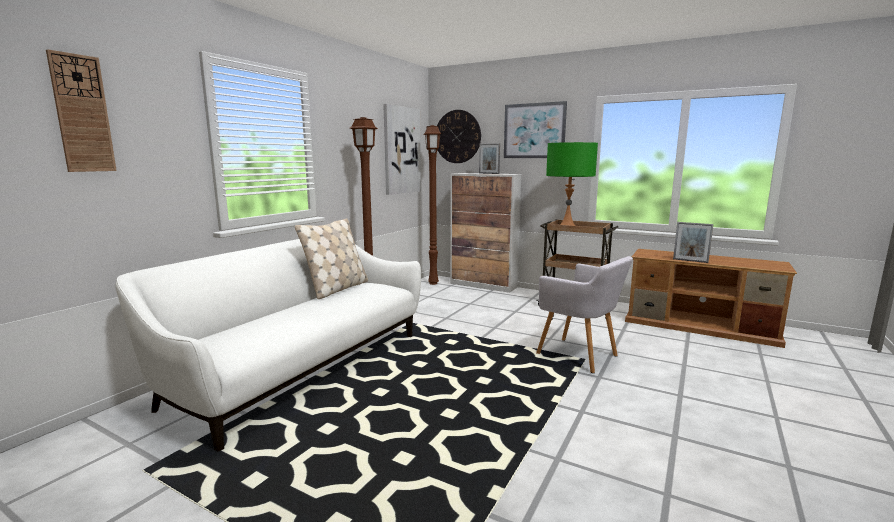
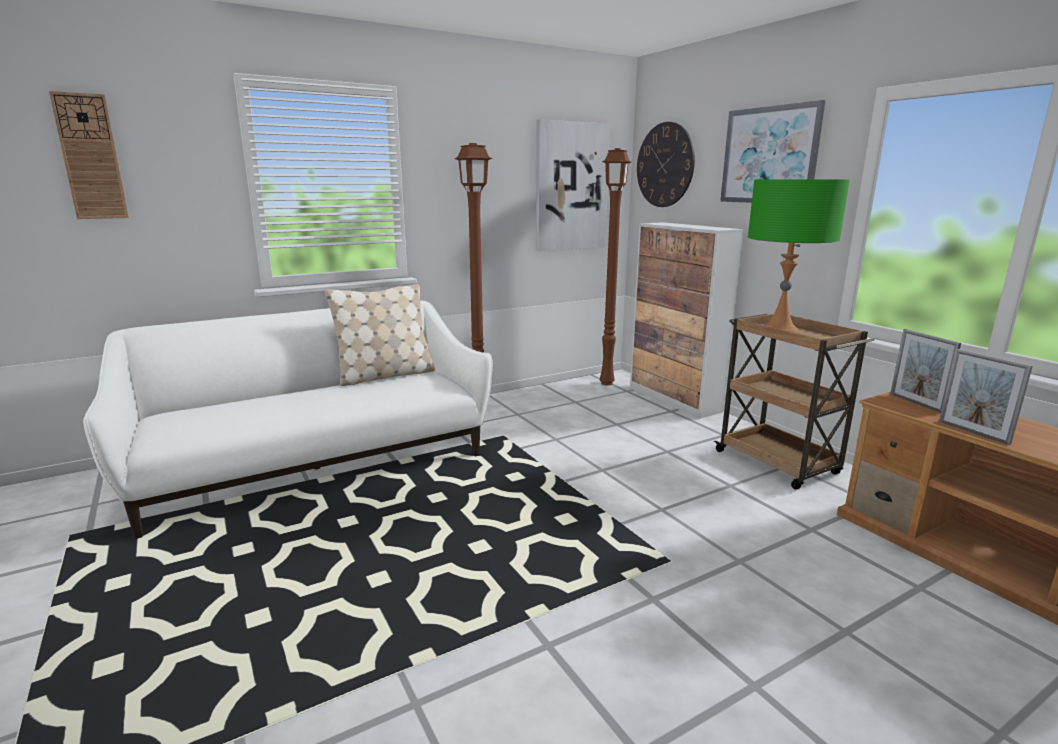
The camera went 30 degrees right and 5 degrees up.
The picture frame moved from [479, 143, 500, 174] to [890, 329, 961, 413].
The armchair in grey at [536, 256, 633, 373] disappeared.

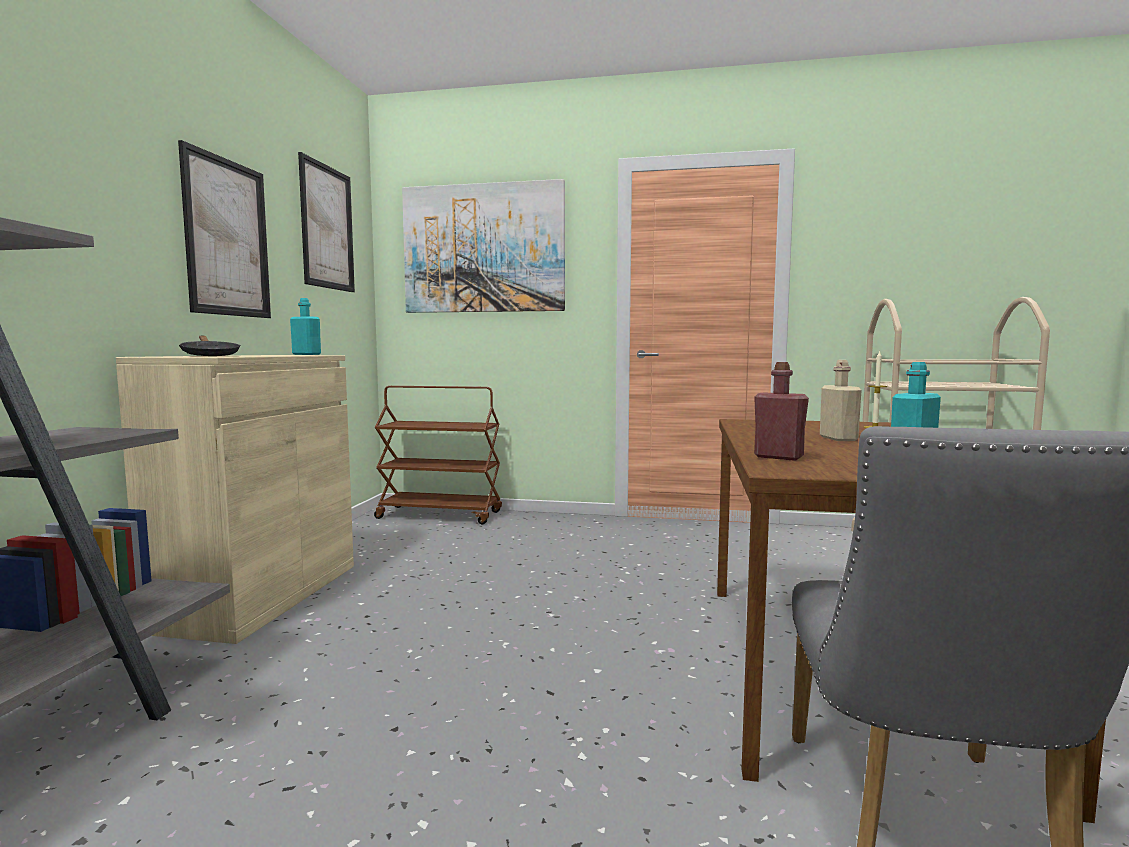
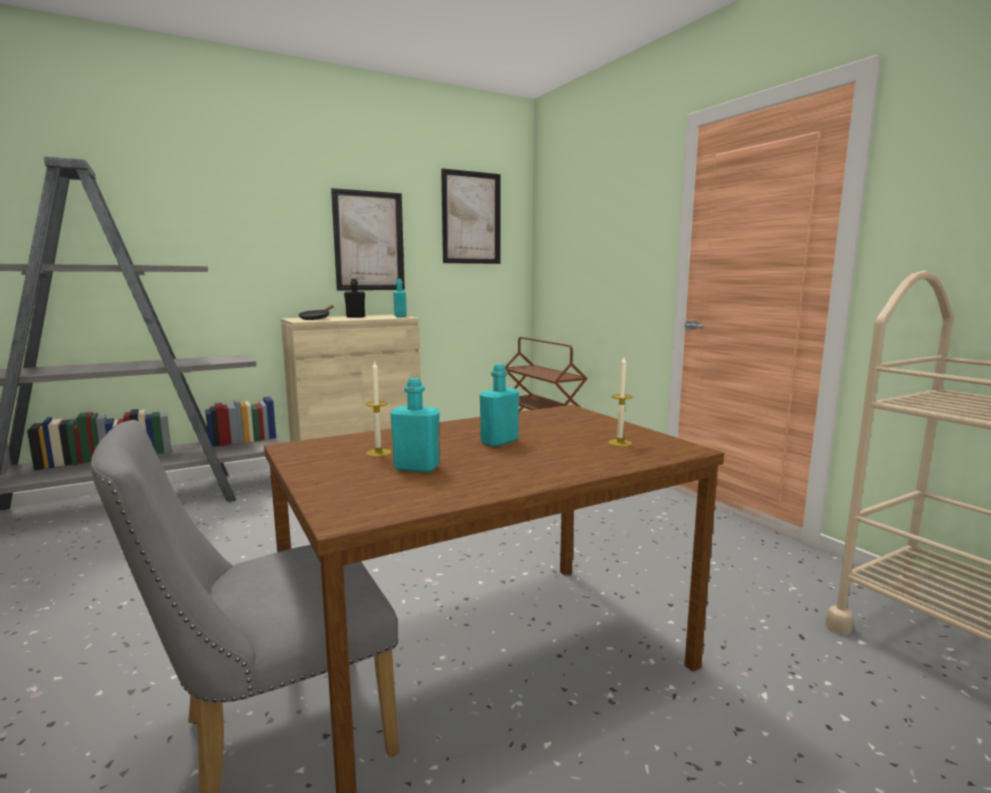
The camera went 50 degrees right and 5 degrees up.
The picture at [402, 179, 565, 313] disappeared.
The bottle in red at [754, 362, 809, 461] disappeared.
The bottle in beige at [820, 360, 862, 441] became the bottle in turquoise at [480, 364, 519, 447].
The bottle in black at [344, 279, 365, 318] appeared.
The candle at [365, 360, 391, 457] appeared.

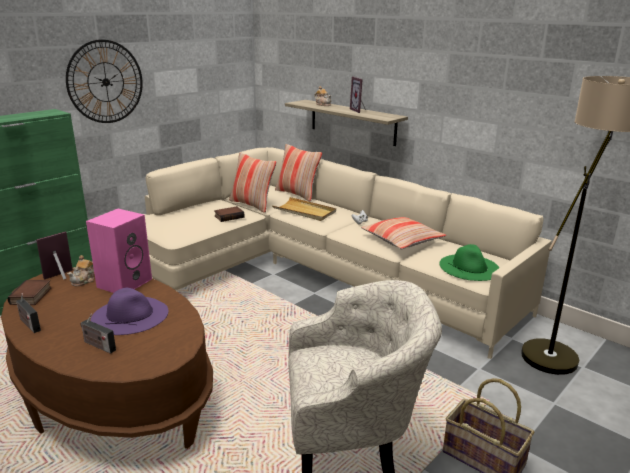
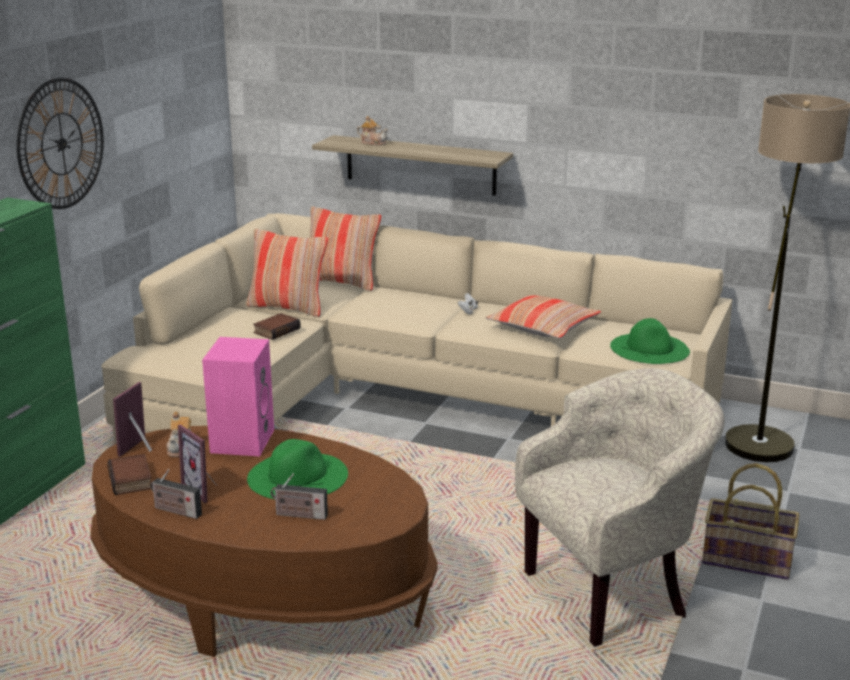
The camera went 20 degrees left and 0 degrees up.
The hat in purple at [90, 288, 168, 335] became the hat in green at [247, 439, 348, 500].
The tray in beige at [272, 197, 336, 221] disappeared.
The picture frame moved from [350, 77, 366, 113] to [178, 424, 216, 503].

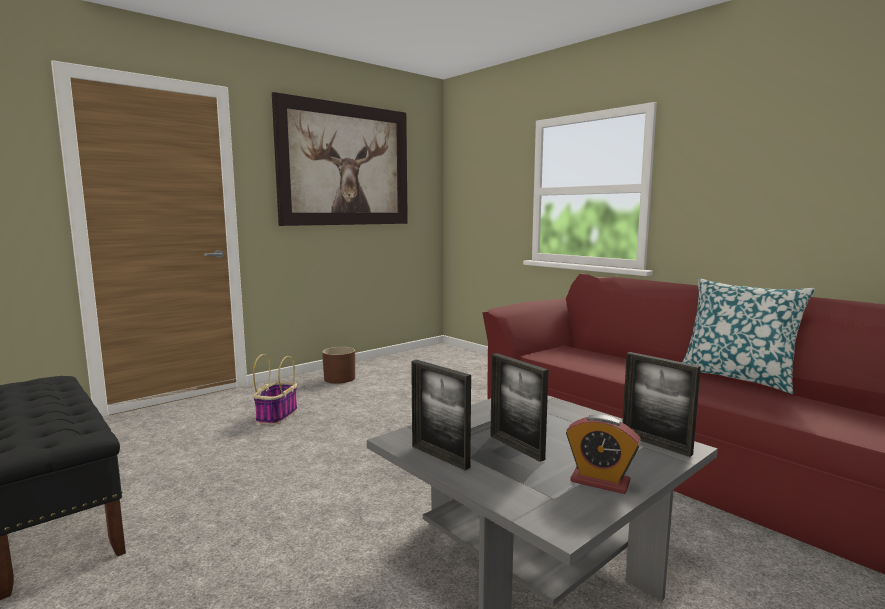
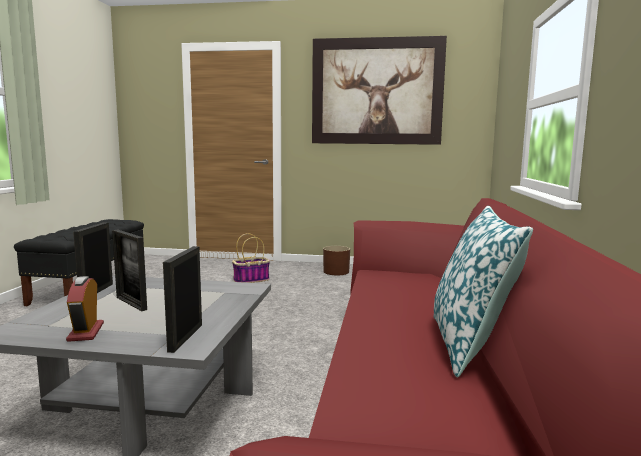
The camera went 50 degrees right and 0 degrees up.
The picture frame at [490, 353, 549, 462] turned 60 degrees counterclockwise.

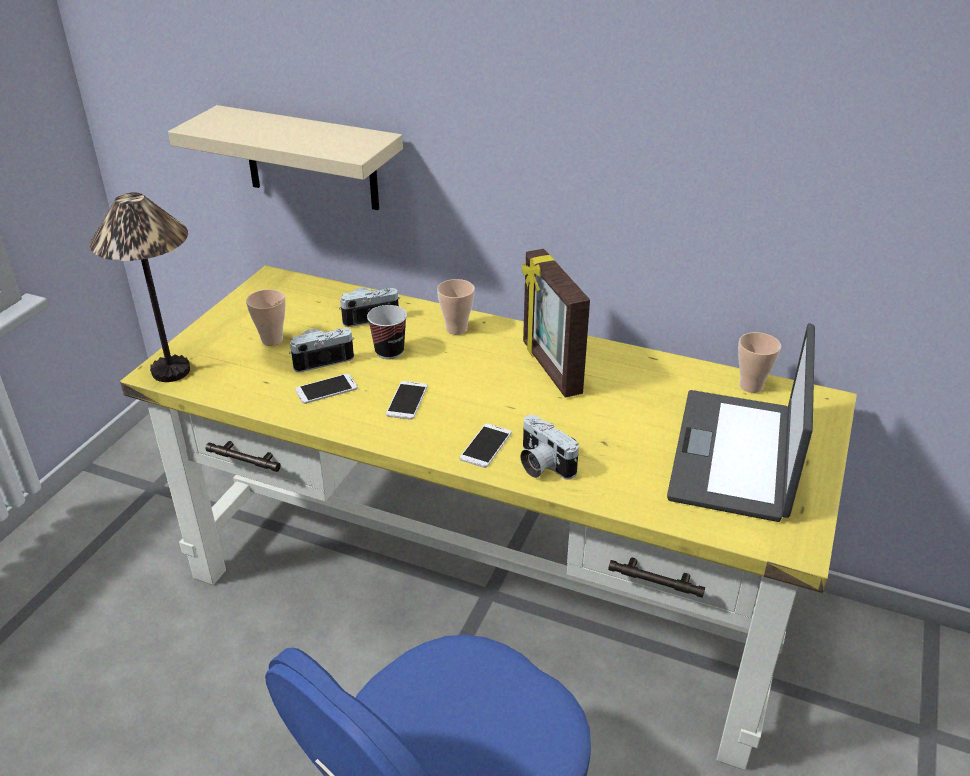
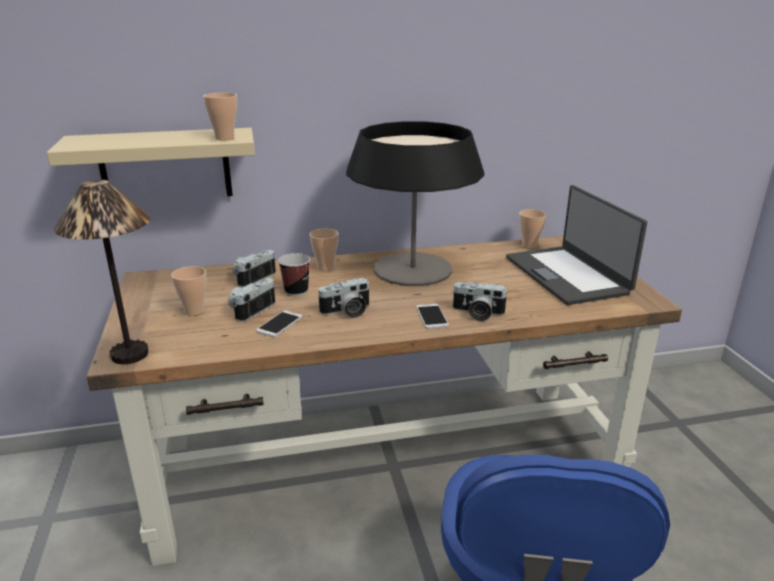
The camera went 35 degrees left and 10 degrees down.
The desk in yellow at [120, 265, 857, 771] became the desk in brown at [87, 236, 682, 567].
The phone at [386, 381, 428, 420] was replaced by the photo camera at [317, 278, 370, 318].
The picture frame at [522, 249, 590, 398] was replaced by the table lamp at [346, 121, 484, 286].
The cup at [203, 93, 237, 140] appeared.

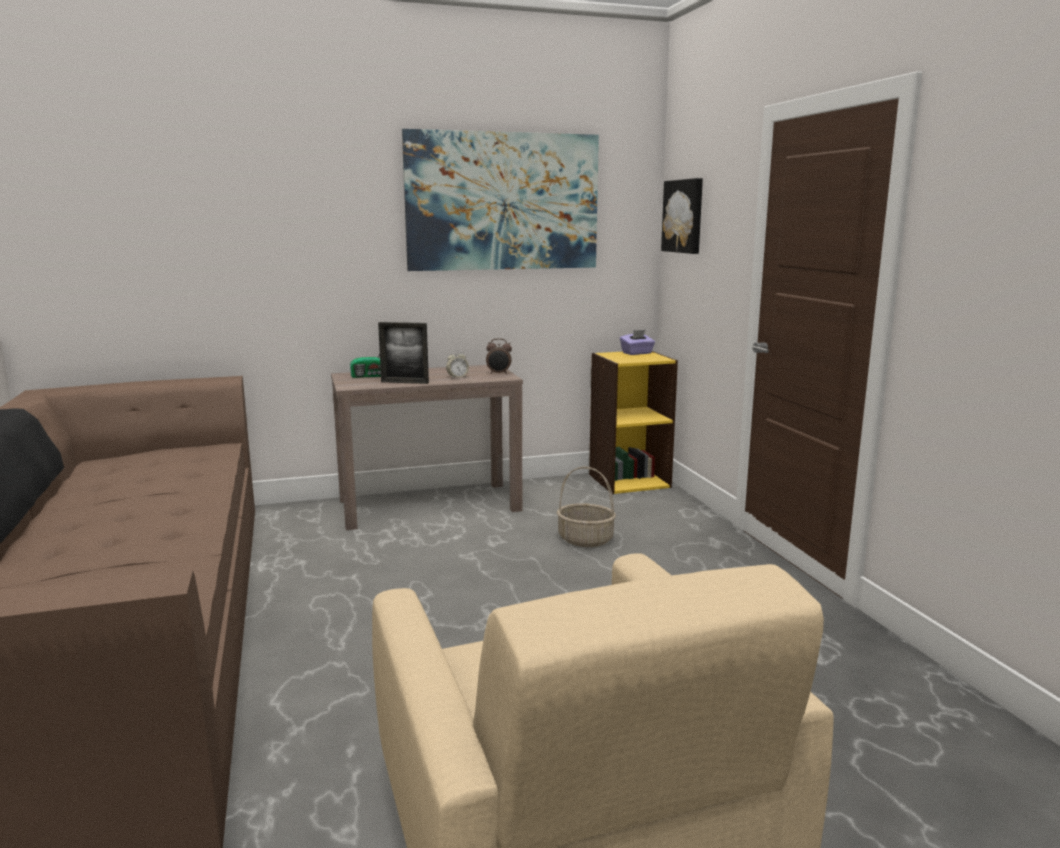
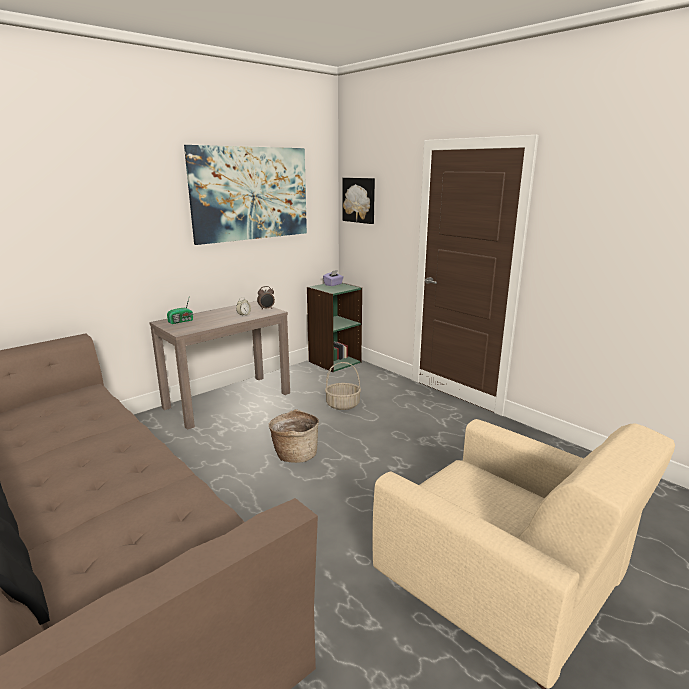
The camera went 25 degrees left and 5 degrees up.
The picture frame at [378, 322, 429, 384] disappeared.
The bookcase in yellow at [589, 351, 678, 494] became the bookcase in green at [307, 283, 362, 372].
The basket at [269, 409, 319, 463] appeared.

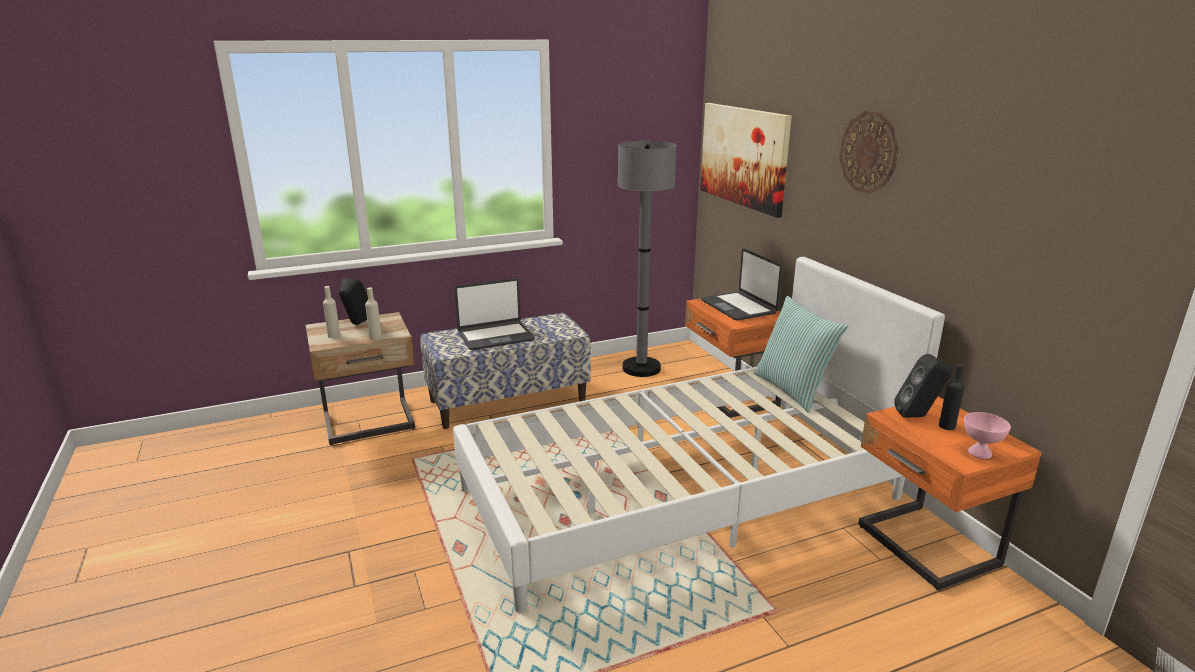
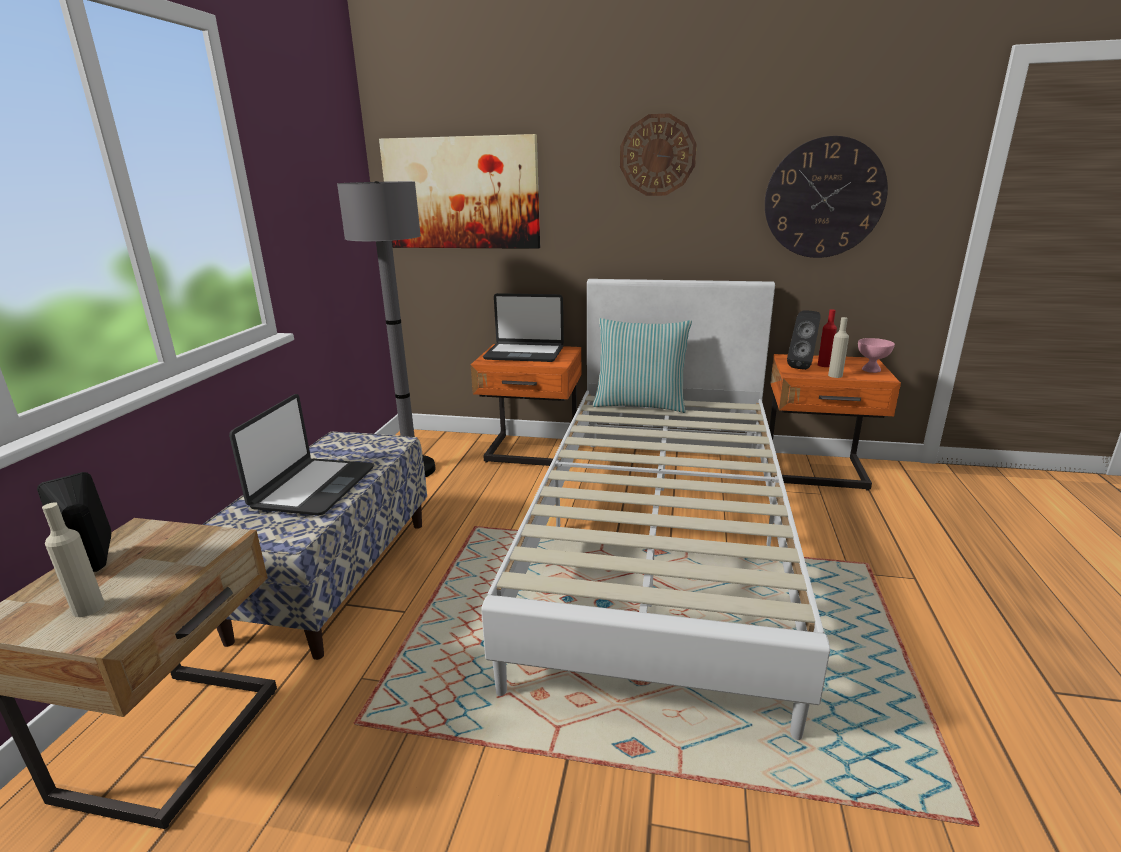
The camera went 55 degrees left and 0 degrees up.
The bottle in beige moved from [365, 288, 382, 340] to [828, 317, 849, 378].
The bottle in black at [939, 364, 964, 430] became the bottle in red at [818, 309, 837, 367].
The wall clock at [765, 136, 888, 258] appeared.

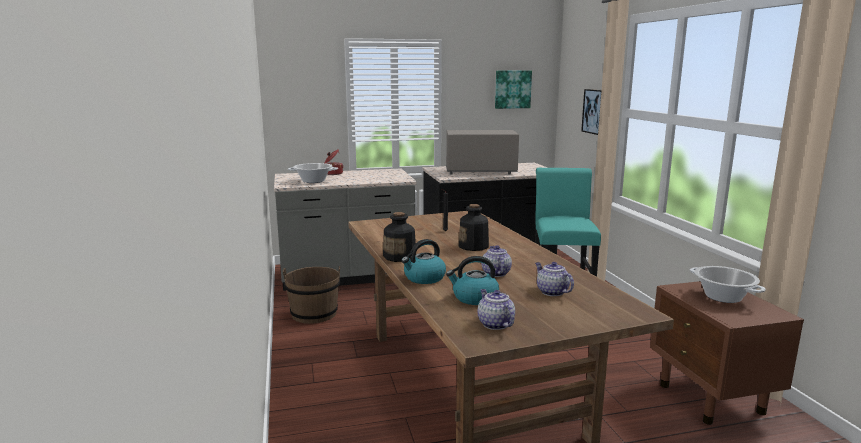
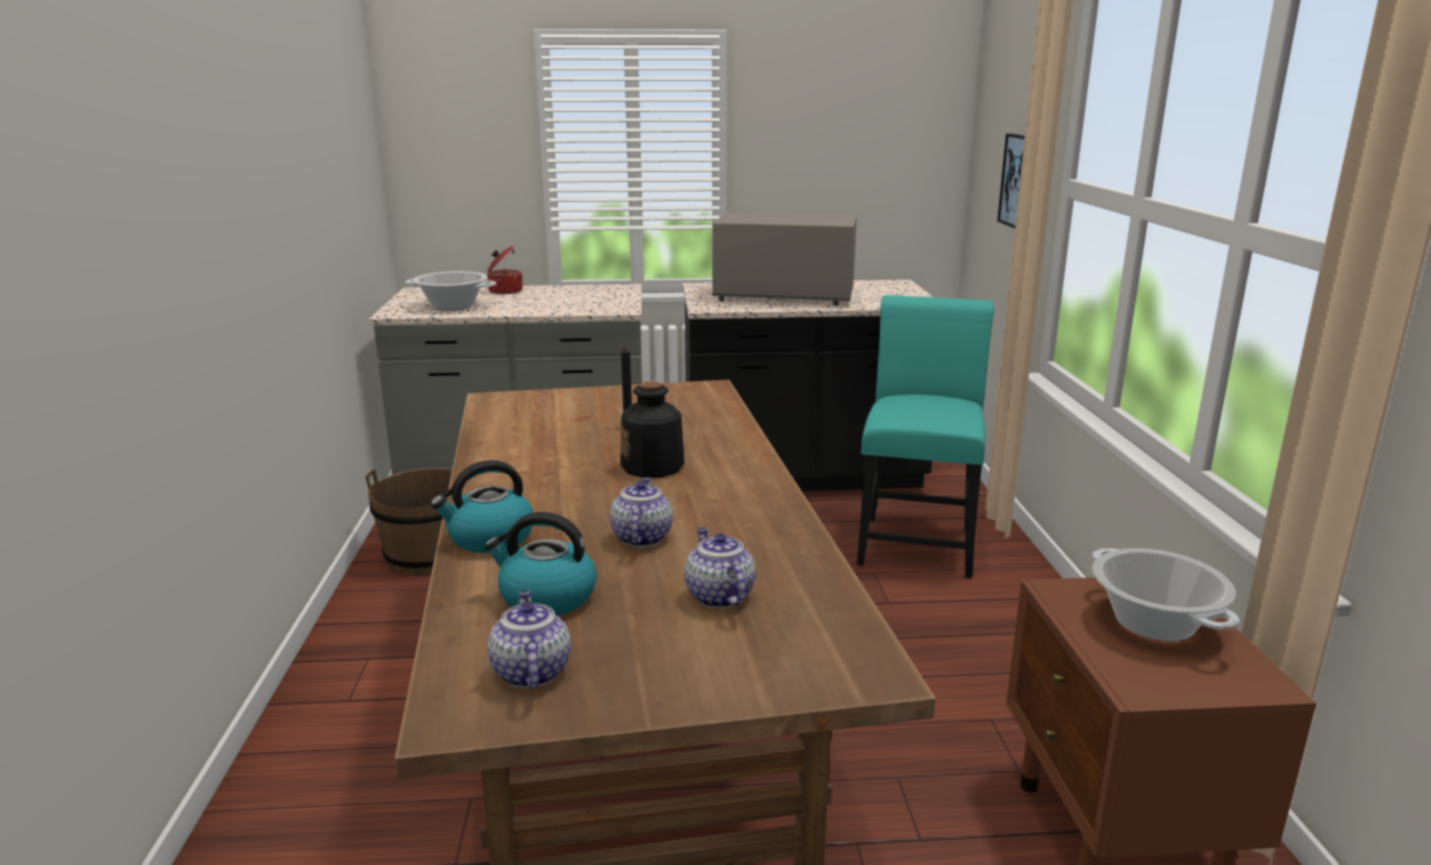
The camera went 10 degrees right and 5 degrees up.
The bottle at [383, 212, 416, 262] disappeared.
The picture at [495, 71, 532, 109] disappeared.

